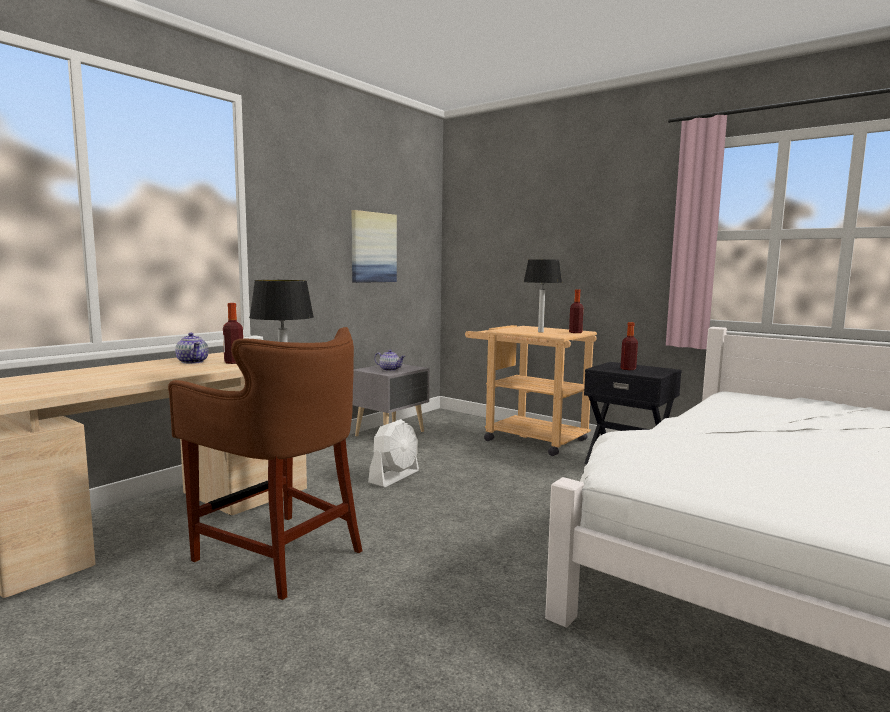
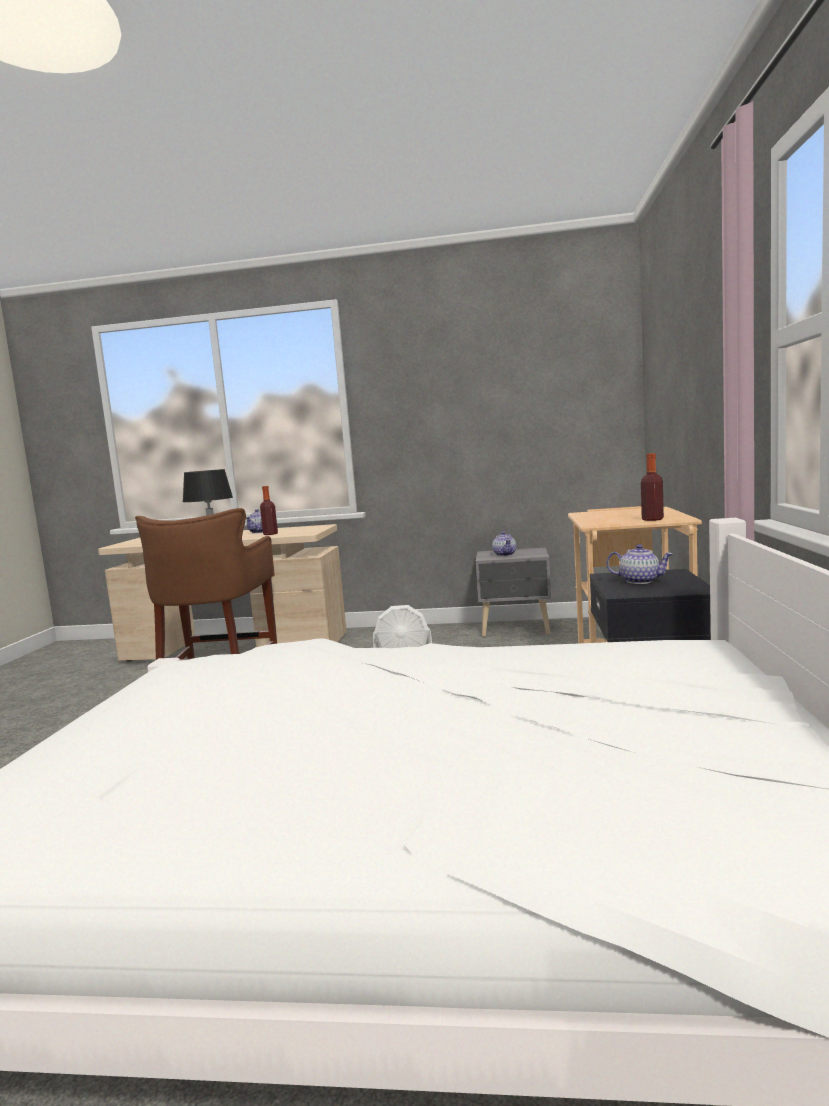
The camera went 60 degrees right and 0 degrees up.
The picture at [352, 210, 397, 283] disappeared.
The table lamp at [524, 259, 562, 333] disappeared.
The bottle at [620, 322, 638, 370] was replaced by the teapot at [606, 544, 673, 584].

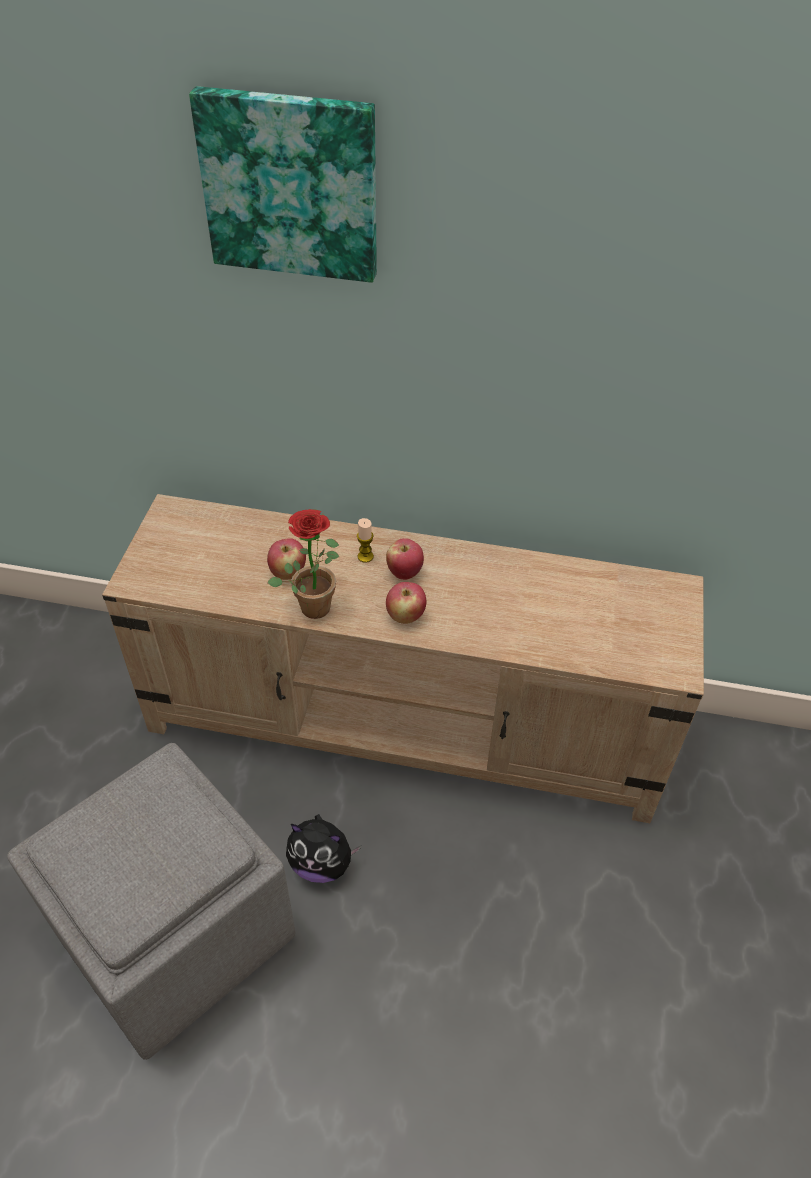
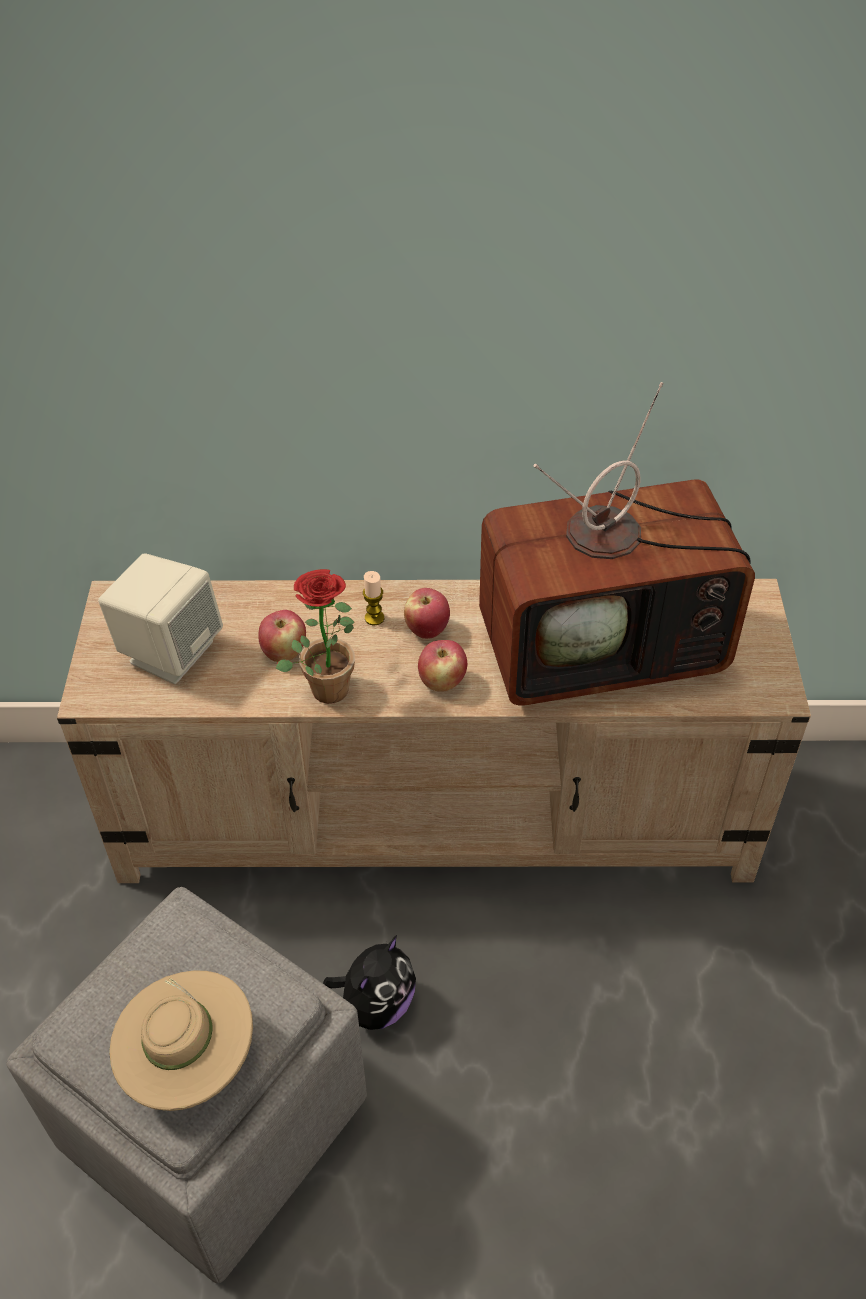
The camera went 10 degrees left and 0 degrees up.
The picture at [189, 86, 377, 283] disappeared.
The plush toy at [286, 814, 361, 883] turned 60 degrees counterclockwise.
The speaker in beige at [98, 553, 223, 684] appeared.
The hat in beige at [109, 971, 253, 1111] appeared.
The television at [479, 382, 755, 706] appeared.

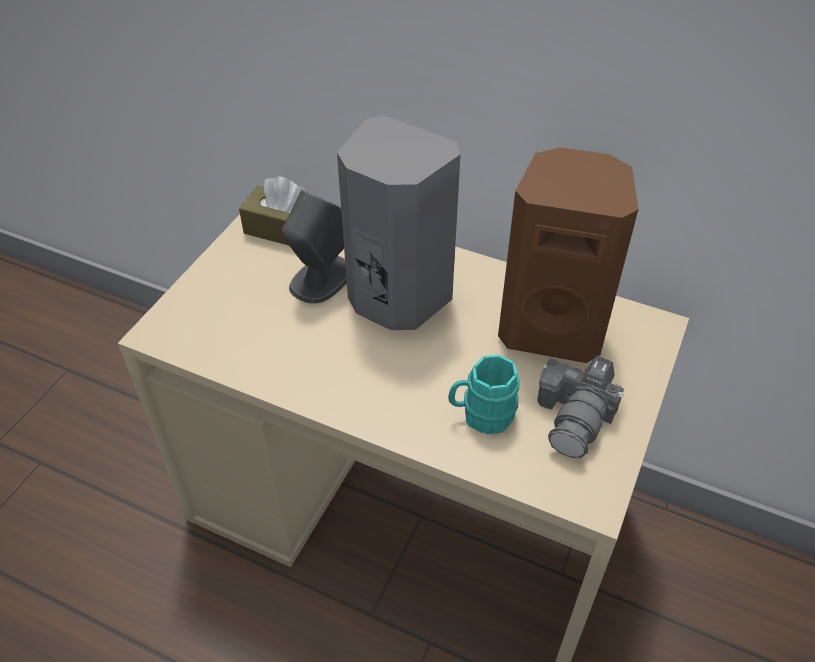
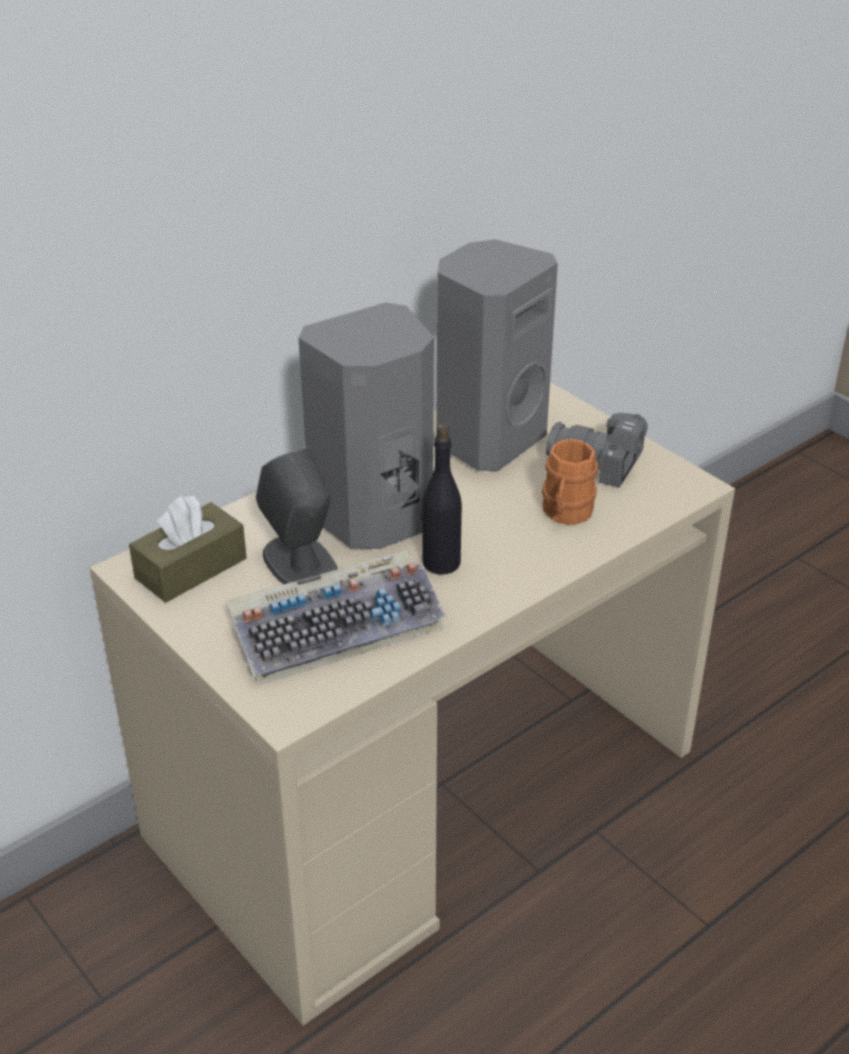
The camera went 65 degrees left and 10 degrees down.
The mug in turquoise at [448, 355, 520, 434] became the mug in orange at [542, 439, 598, 525].
The speaker in brown at [498, 147, 638, 363] became the speaker in grey at [436, 239, 558, 471].
The photo camera at [537, 355, 624, 458] turned 150 degrees clockwise.
The keyboard at [226, 550, 446, 685] appeared.
The bottle in black at [421, 424, 462, 575] appeared.

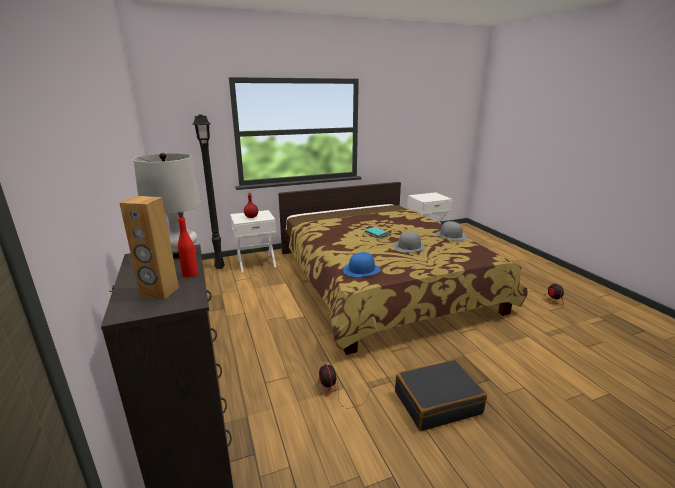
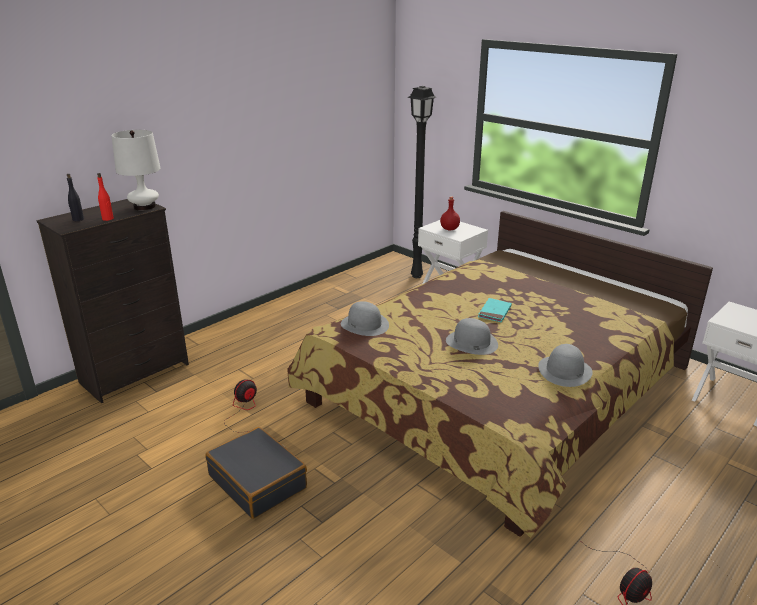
The camera went 65 degrees right and 5 degrees up.
The speaker in brown at [120, 196, 179, 300] was replaced by the bottle in black at [67, 174, 84, 221].
The hat in blue at [343, 252, 380, 277] became the hat in grey at [341, 301, 389, 336].

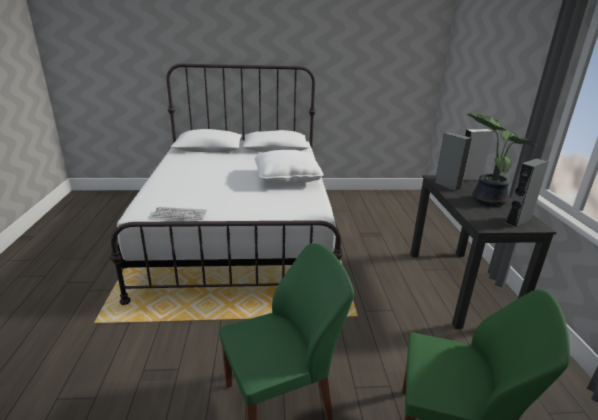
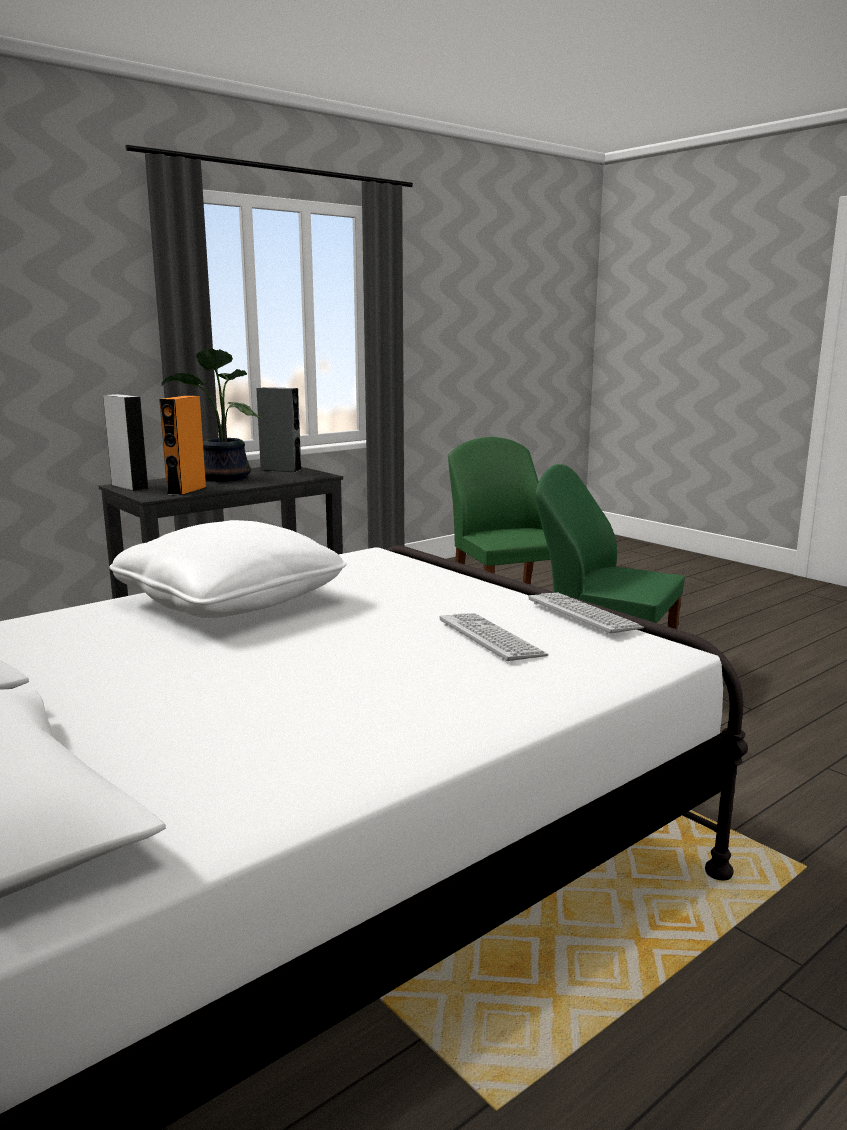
The camera went 125 degrees left and 10 degrees down.
The speaker in grey at [435, 132, 472, 191] became the speaker in orange at [159, 396, 207, 495].
The keyboard at [440, 613, 549, 662] appeared.

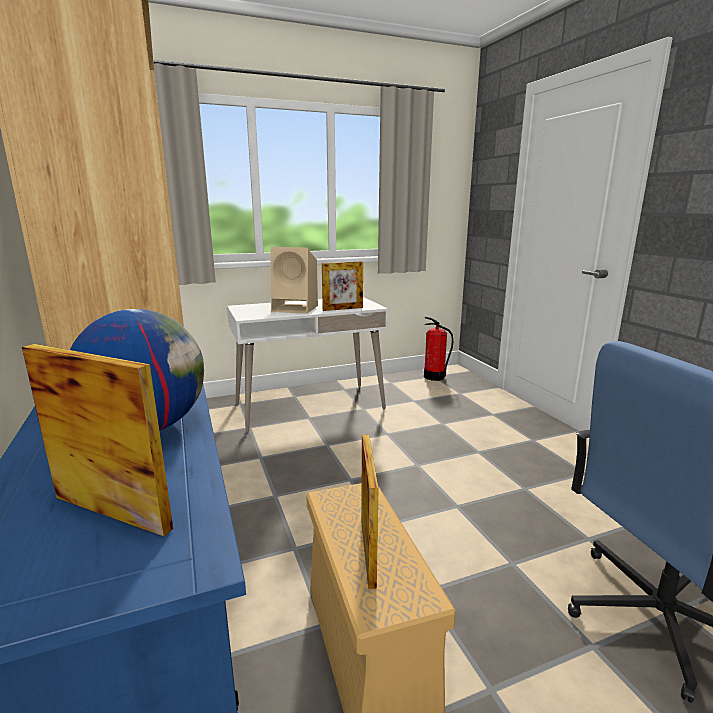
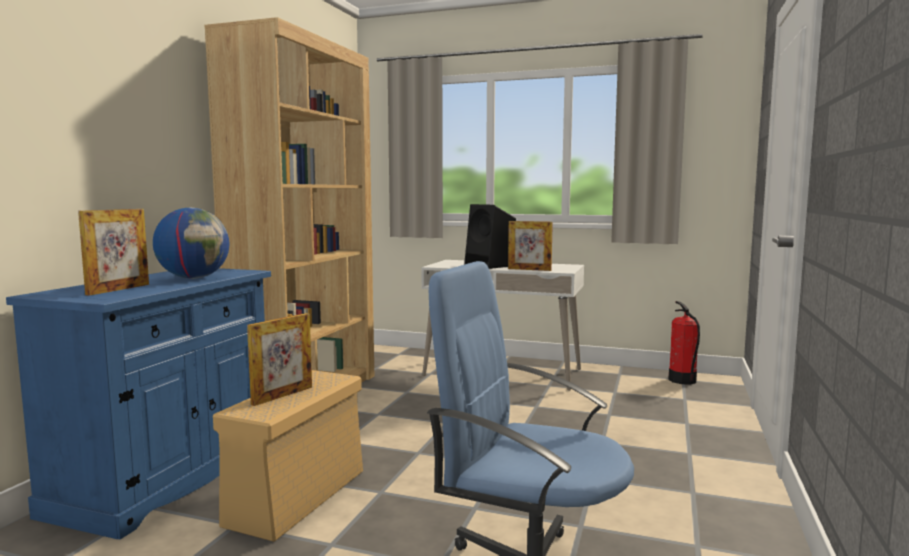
The camera went 40 degrees right and 10 degrees down.
The picture frame at [22, 344, 173, 536] turned 45 degrees clockwise.
The speaker in beige at [270, 247, 318, 314] became the speaker in black at [464, 204, 516, 269].

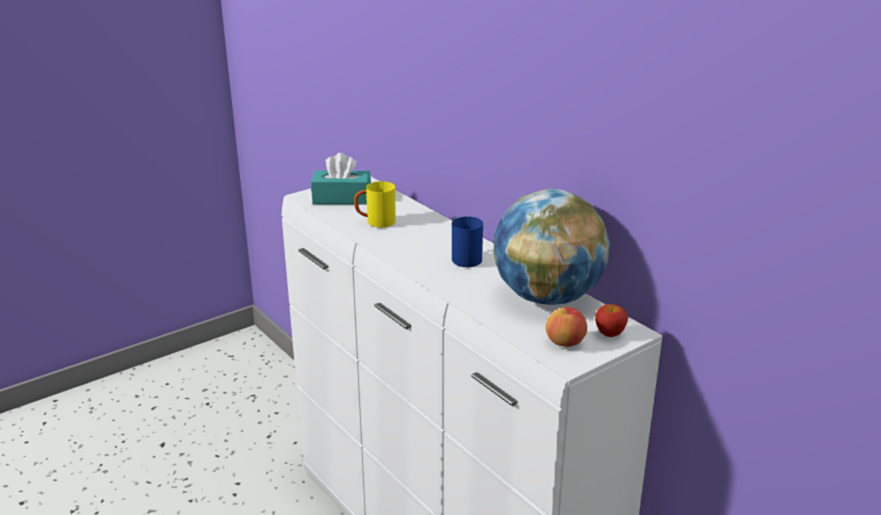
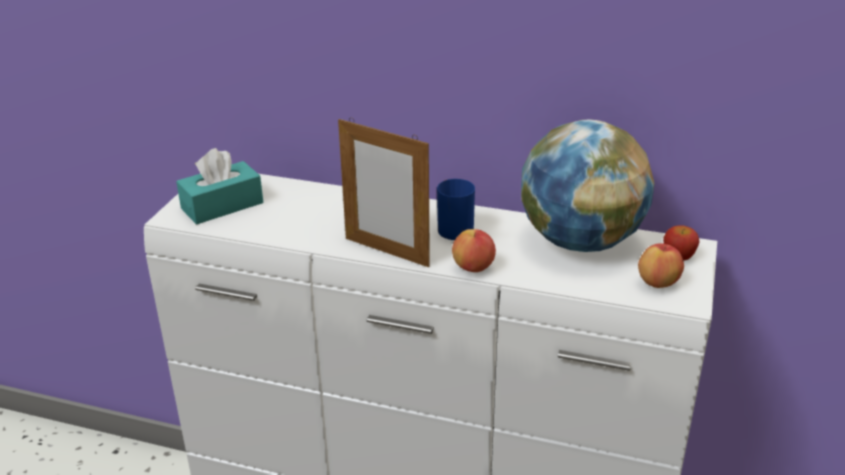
The camera went 35 degrees left and 5 degrees up.
The mug in yellow at [354, 181, 396, 228] disappeared.
The picture frame at [338, 118, 430, 267] appeared.
The apple at [452, 229, 496, 272] appeared.

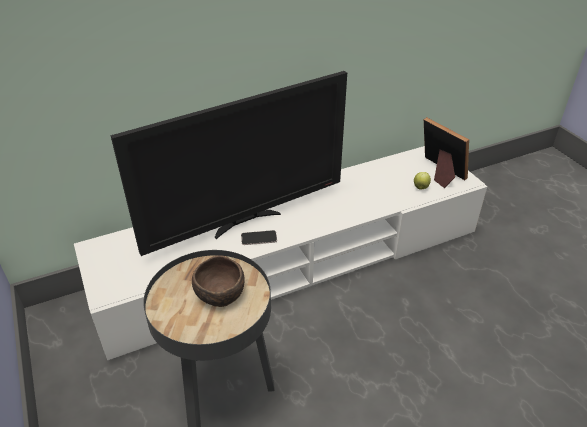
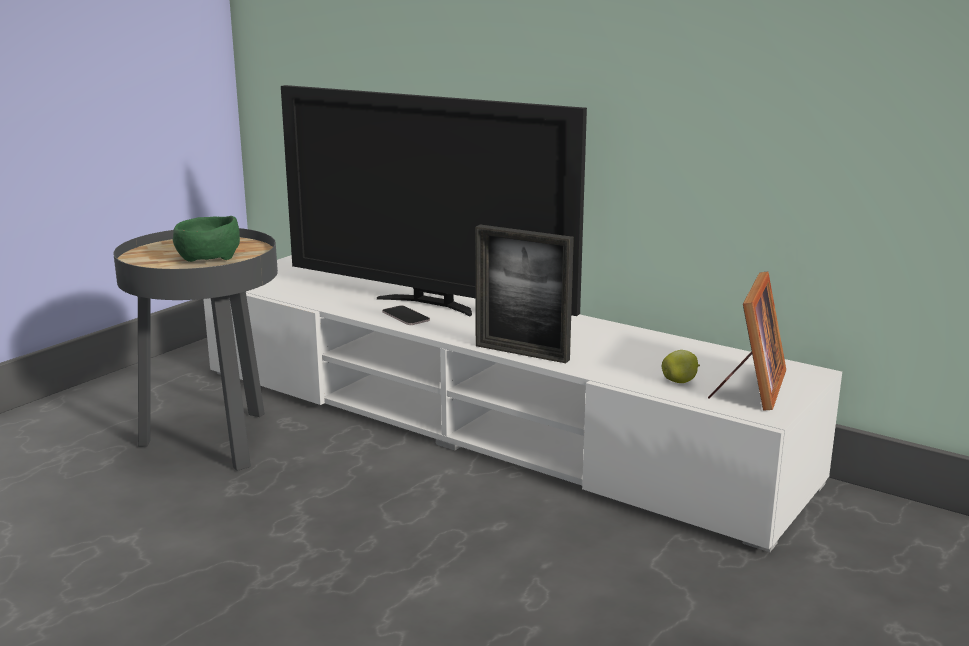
The camera went 60 degrees right and 20 degrees down.
The bowl in brown at [192, 255, 245, 307] became the bowl in green at [173, 216, 240, 262].
The picture frame at [475, 225, 574, 363] appeared.

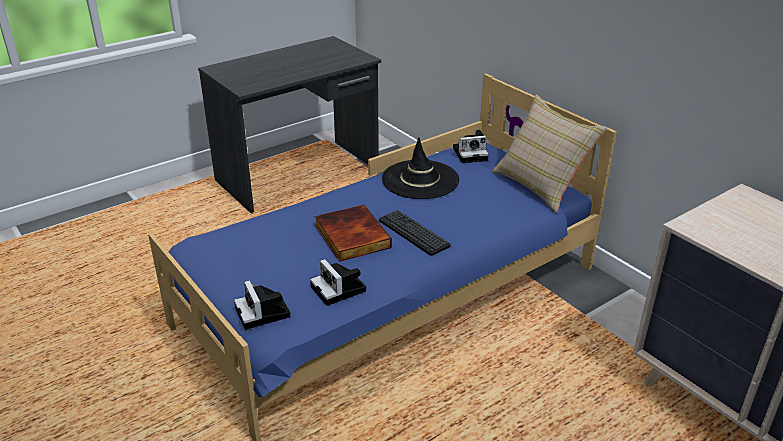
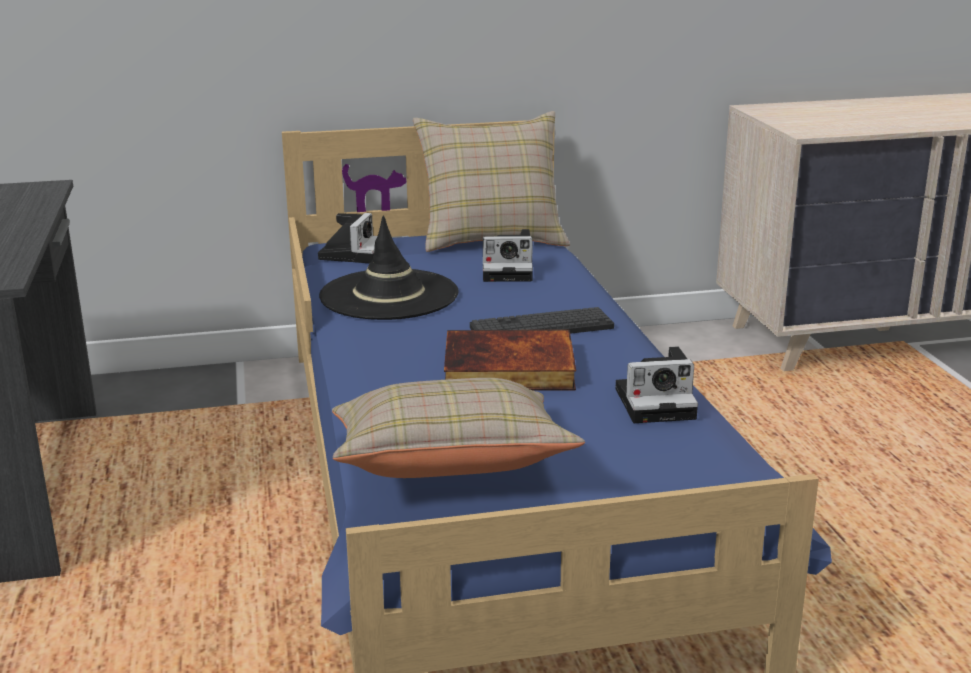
The camera went 65 degrees left and 10 degrees down.
The photo camera moved from [234, 280, 290, 330] to [483, 229, 533, 282].
The pillow in beige at [332, 378, 585, 478] appeared.

